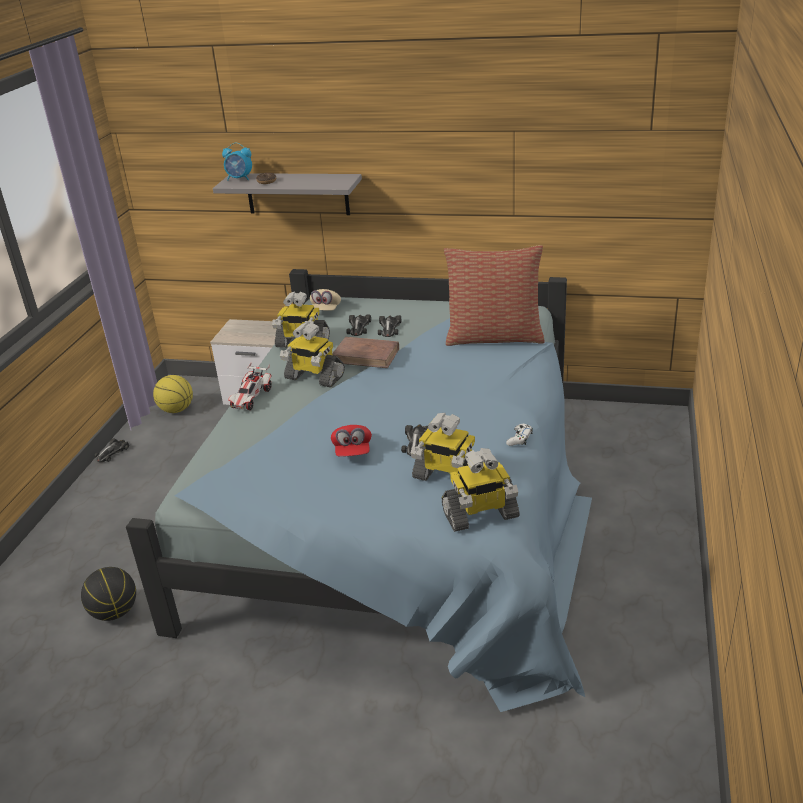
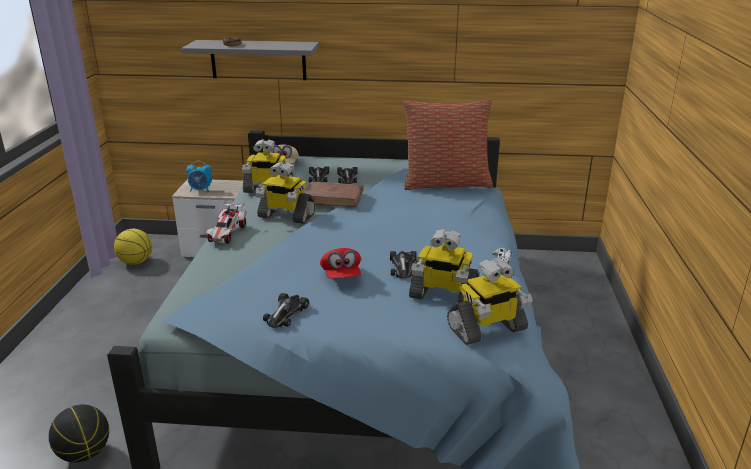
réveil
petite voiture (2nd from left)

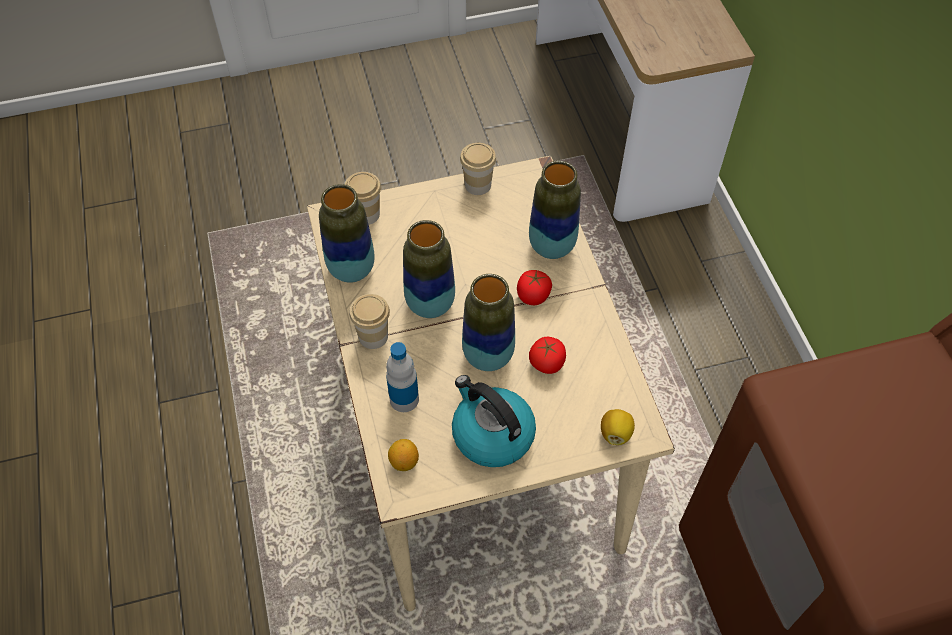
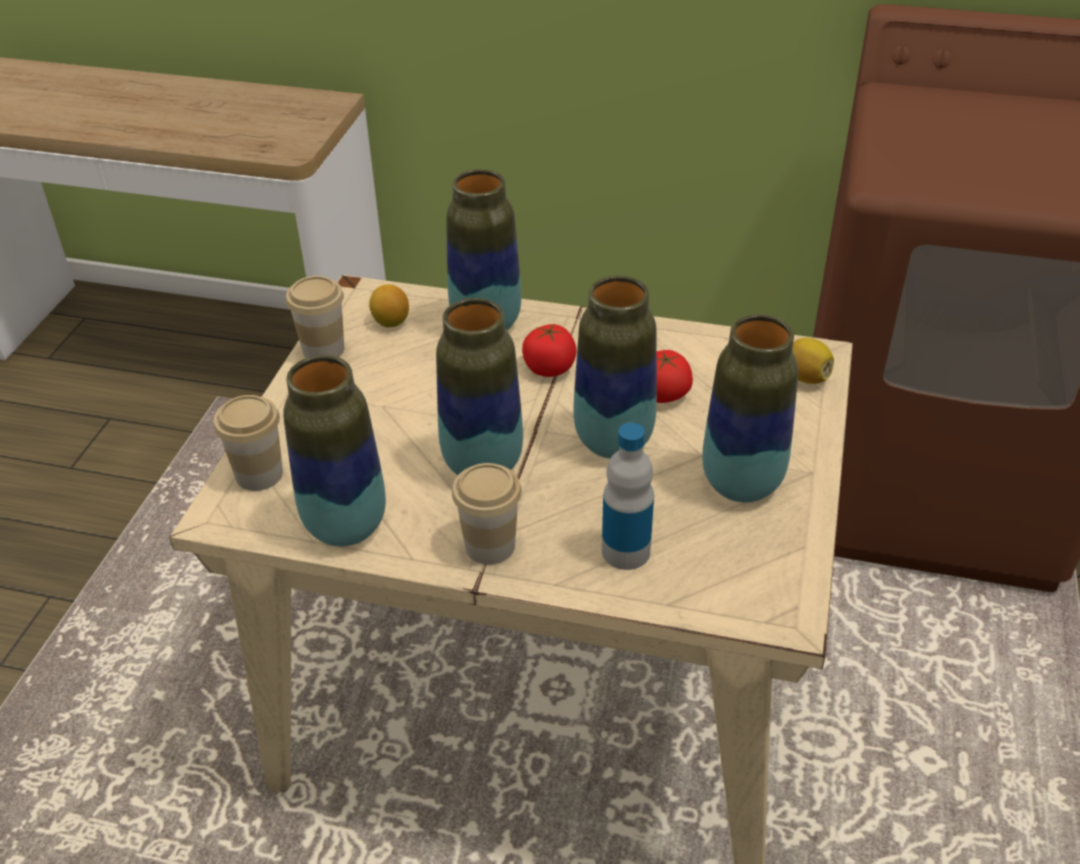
vase (5th from left)
citron (1st from left)

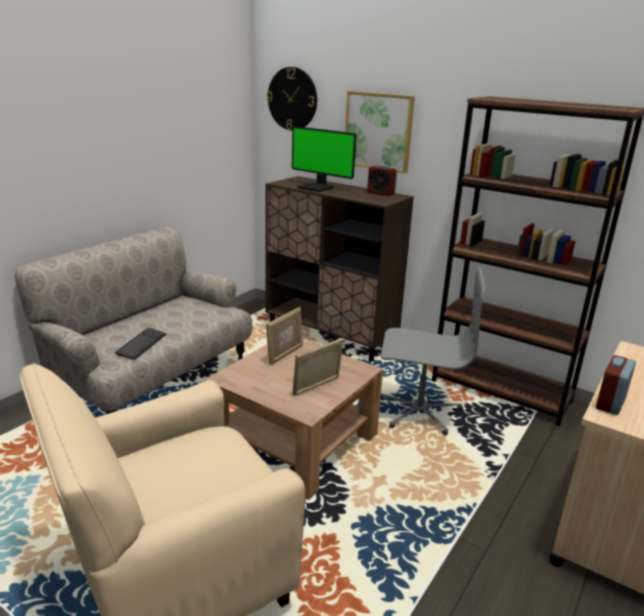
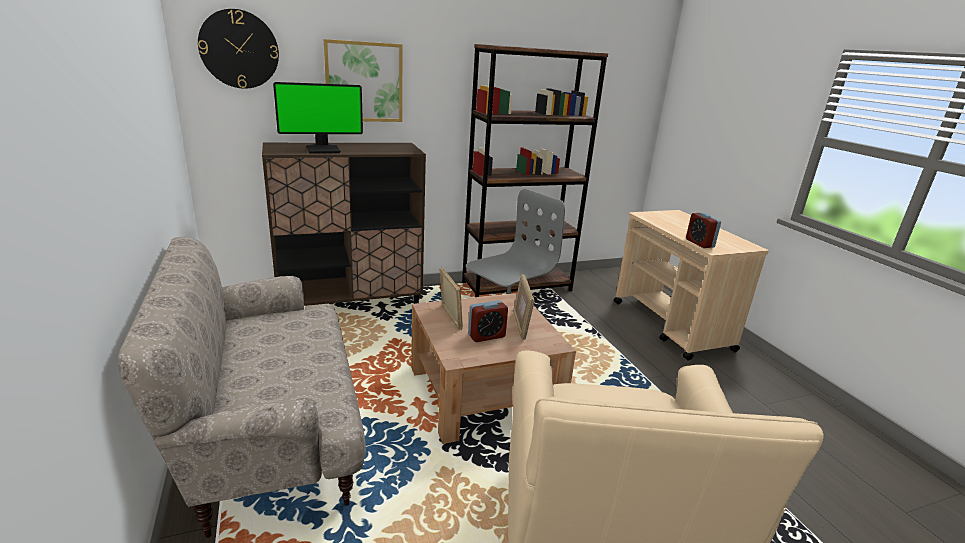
réveil (1st from left)
clavier

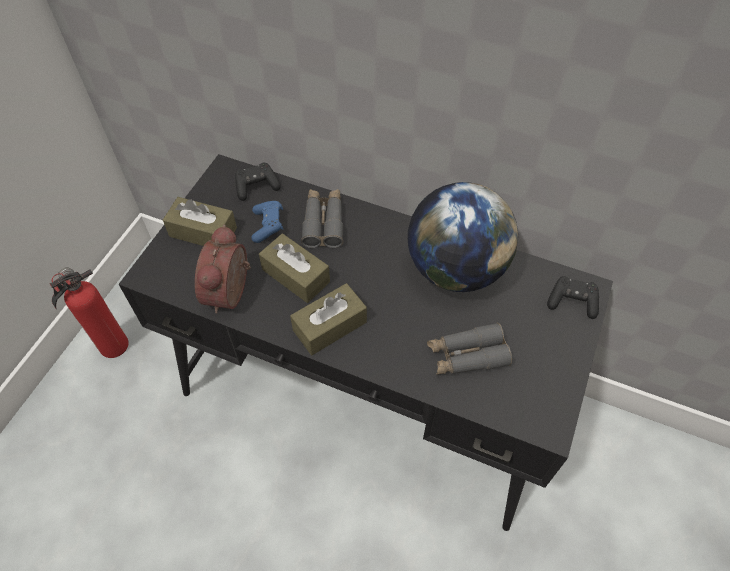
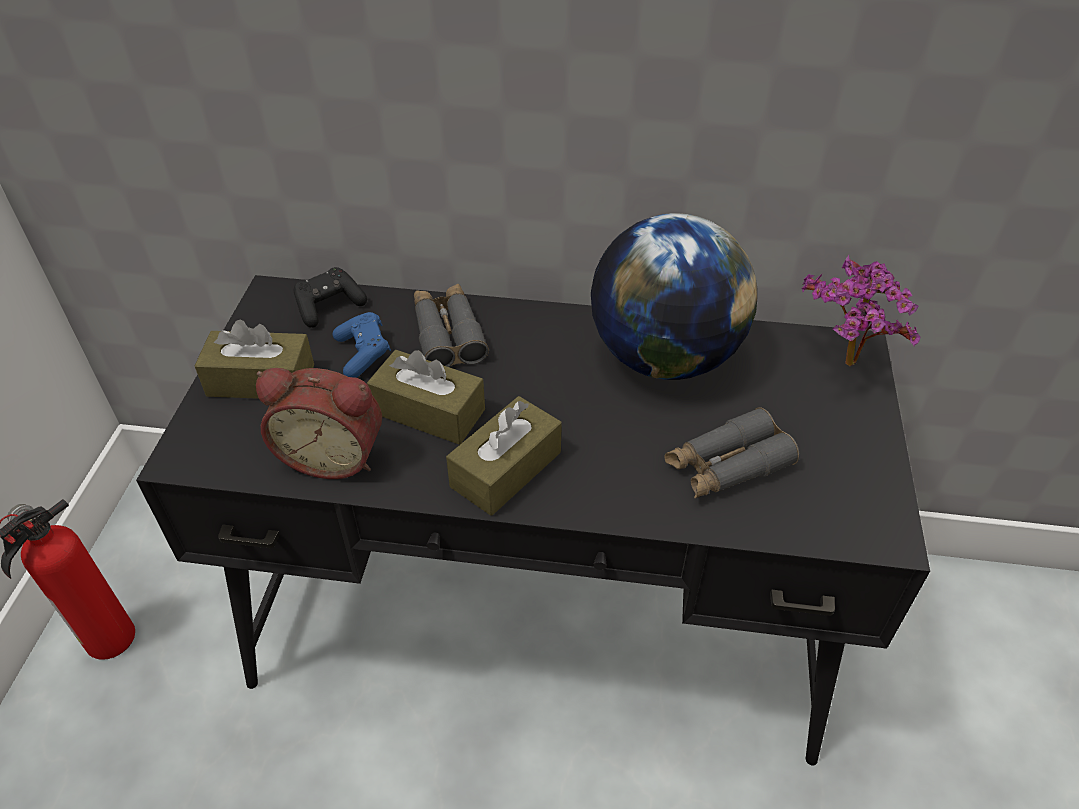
réveil
plante en pot

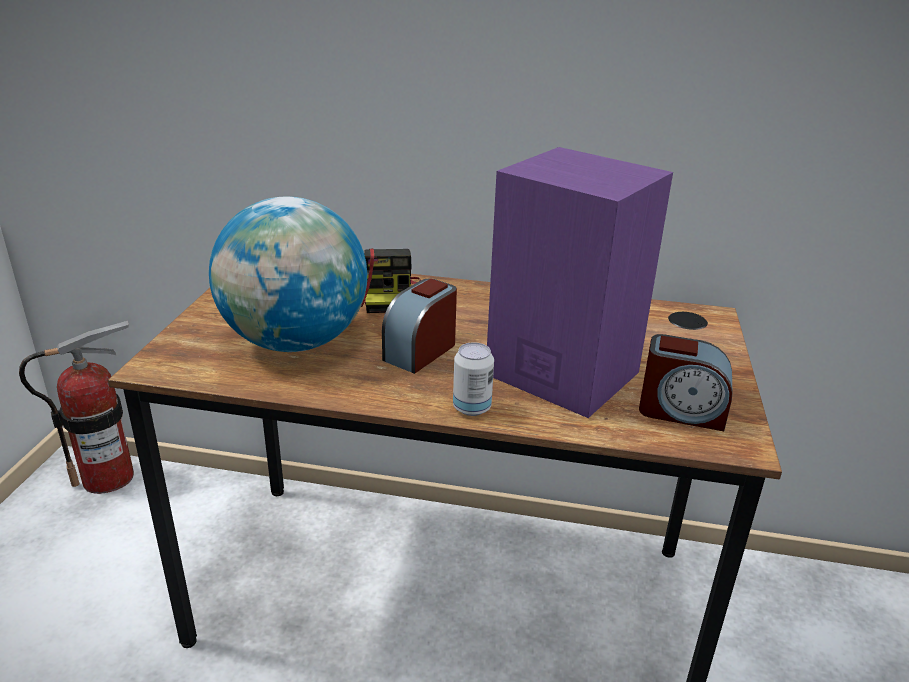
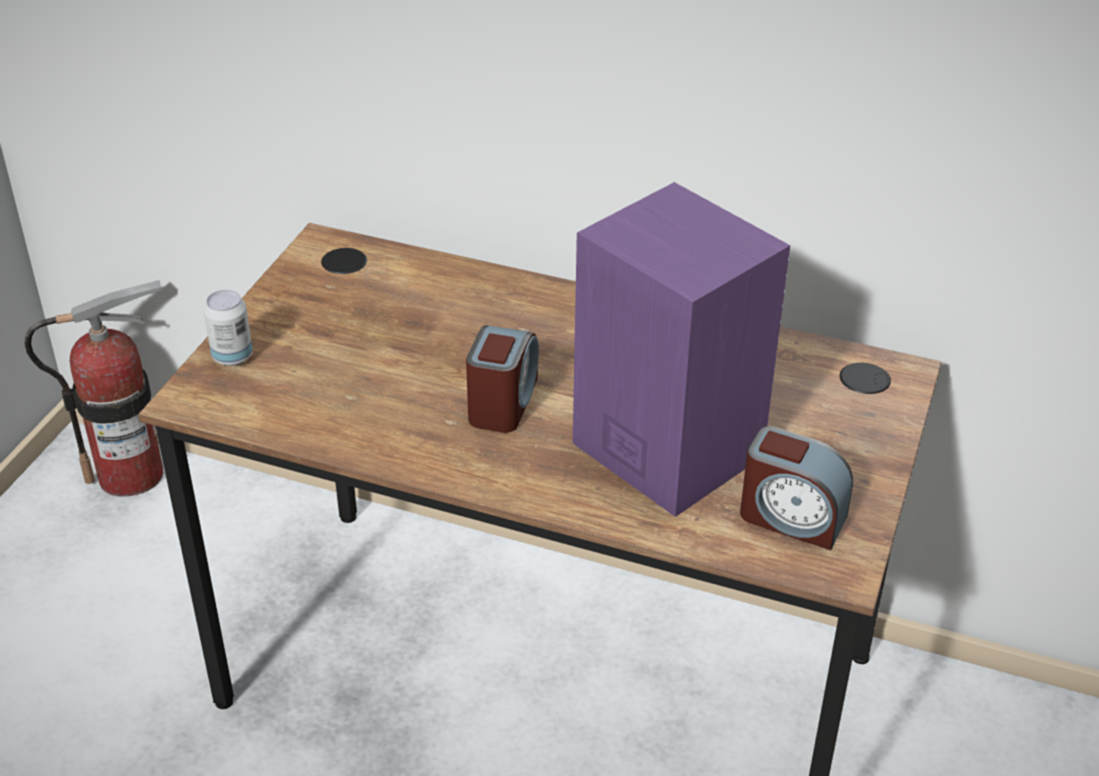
globe
appareil photo
réveil (1st from left)
boîte métallique

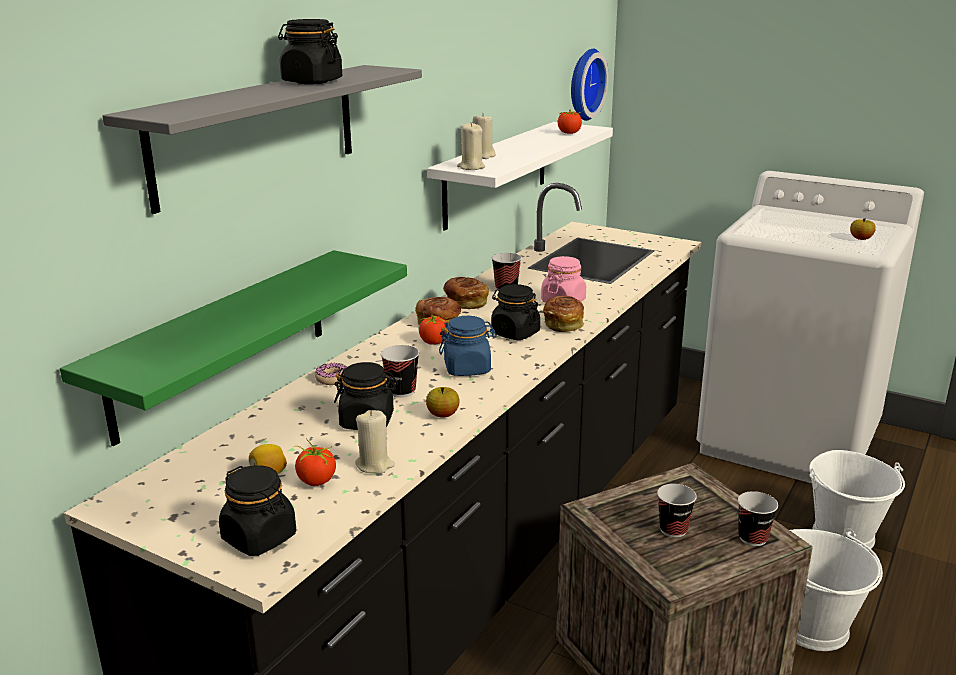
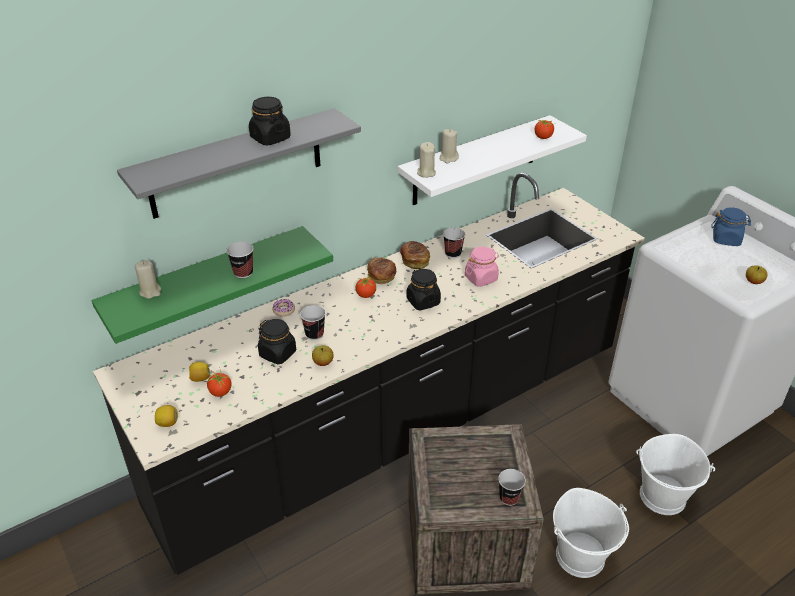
horloge murale
pain (3rd from left in the first image)
bocal (bleu)
bougie (beige) (1st from left)
citron (1st from left)
tasse (1st from left)

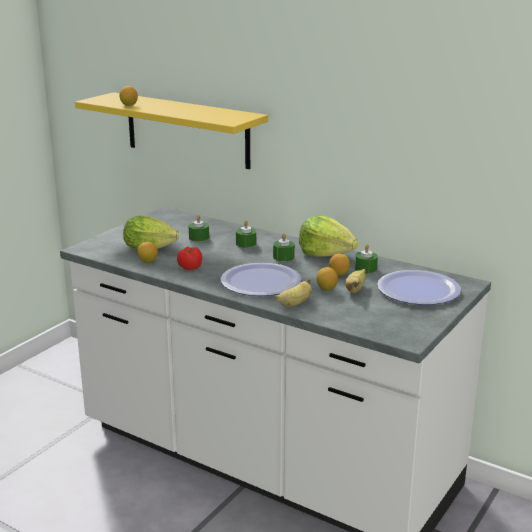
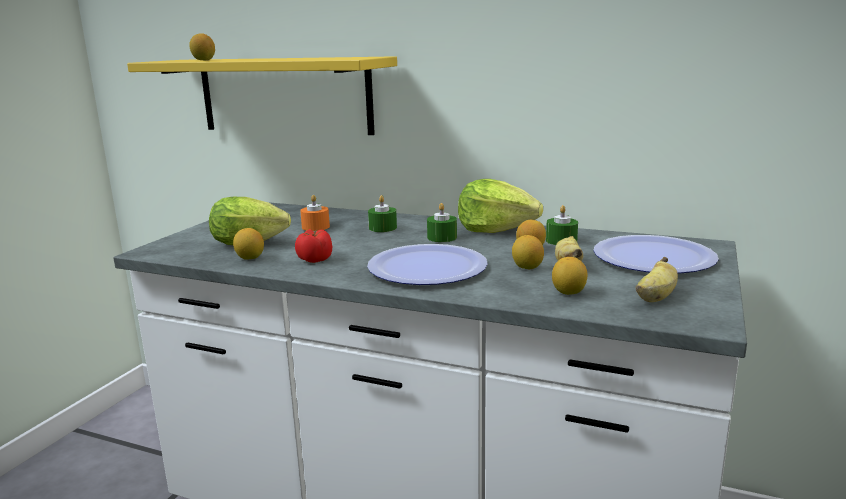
bougie (orange)
banane (2nd from left)
citron (5th from left)

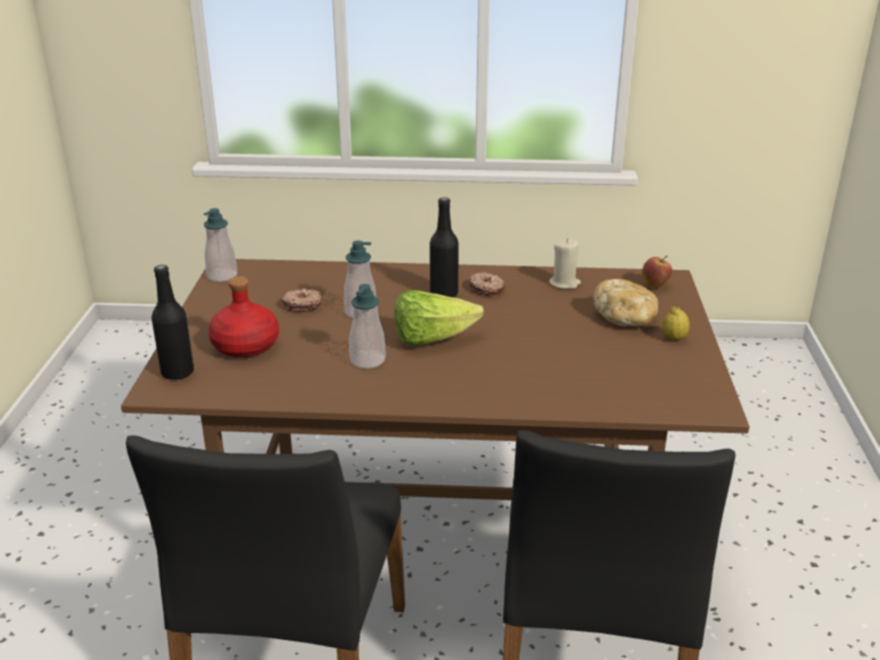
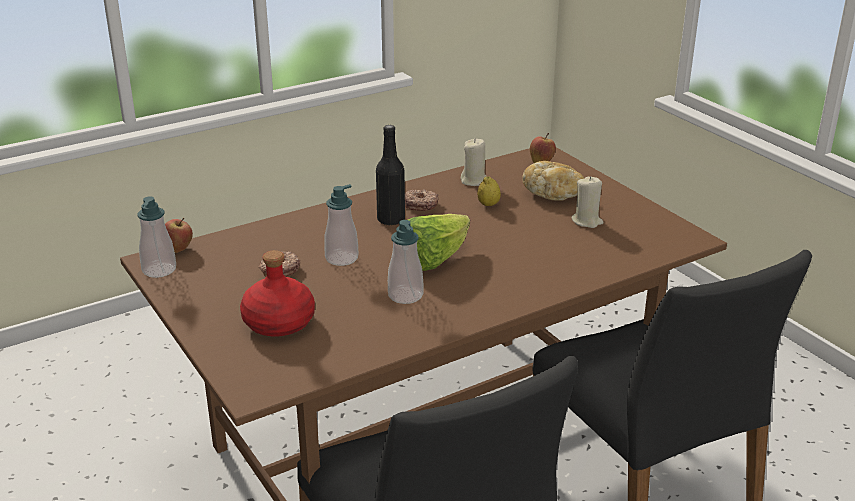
bouteille (noir) (1st from left in the first image)
citron
bougie (beige) (2nd from left)
pomme (1st from left)

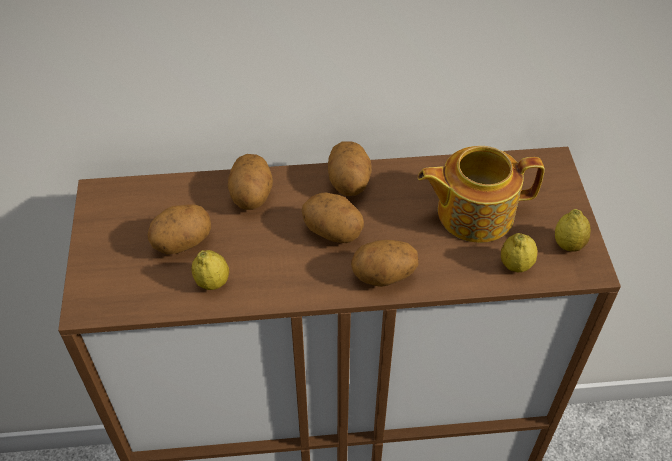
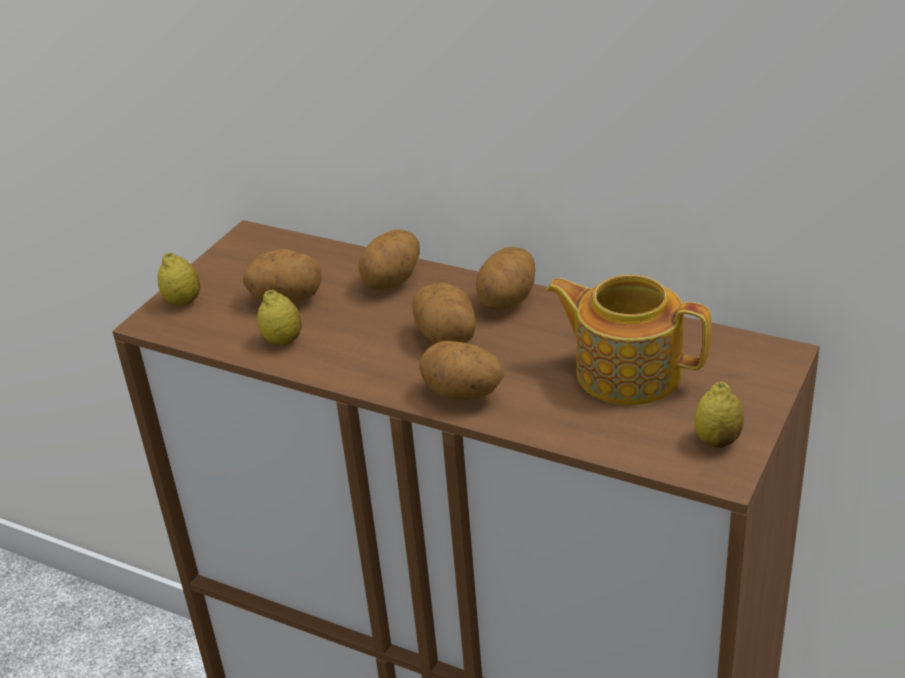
citron (1st from left)

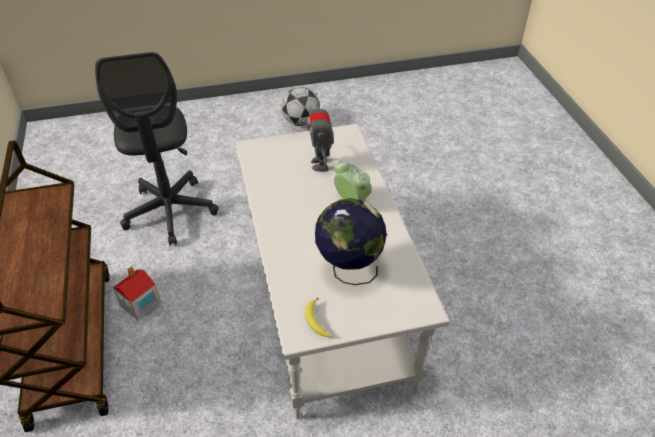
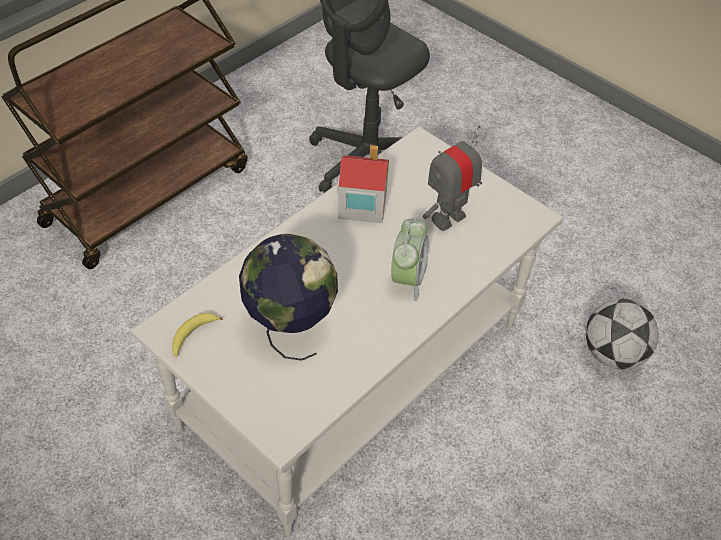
ballon de foot
maison miniature

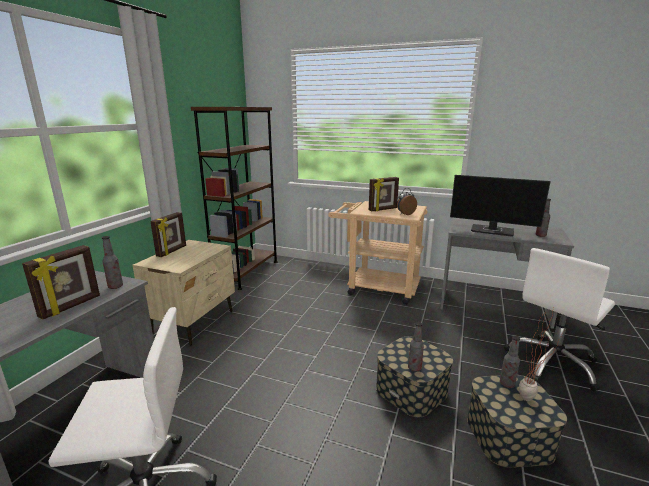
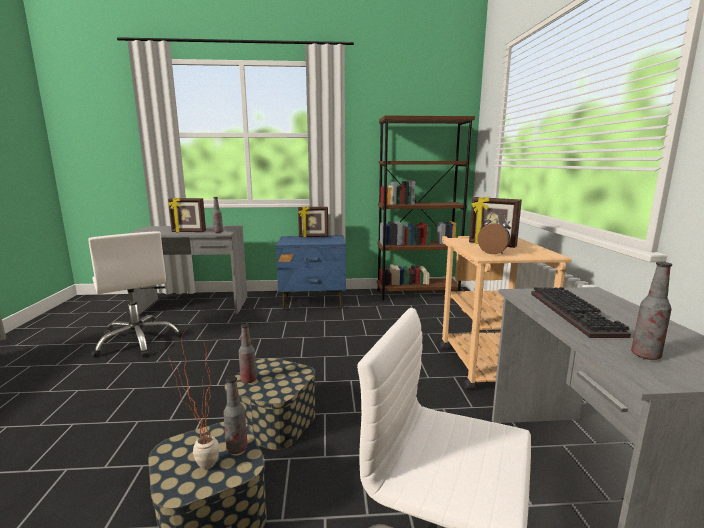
clavier
table de chevet (bleu)

